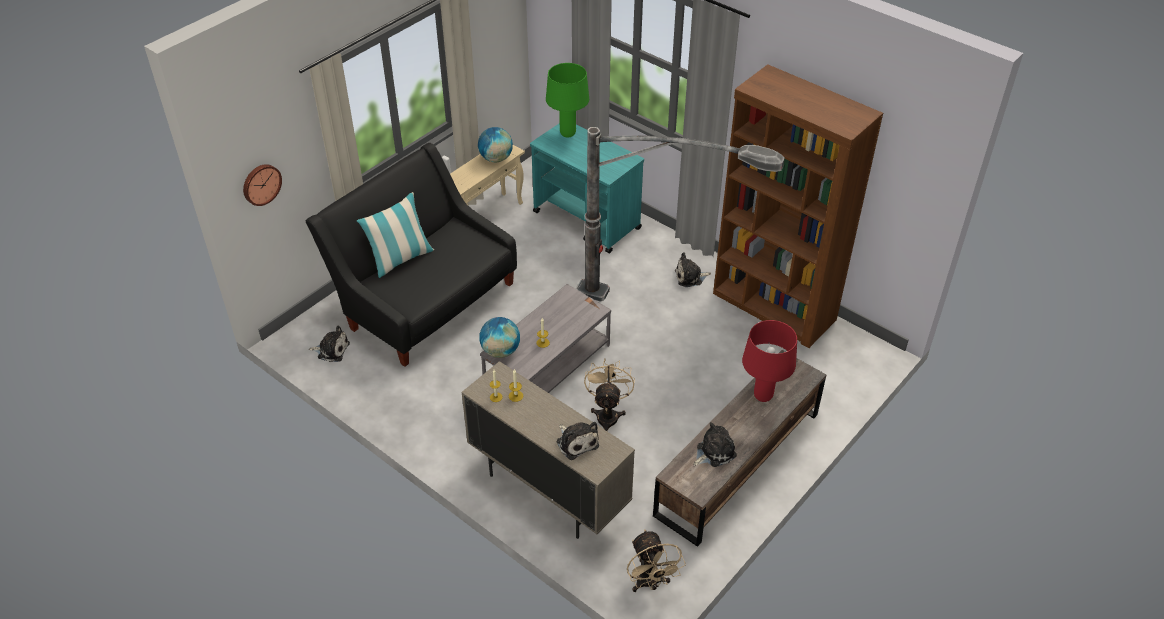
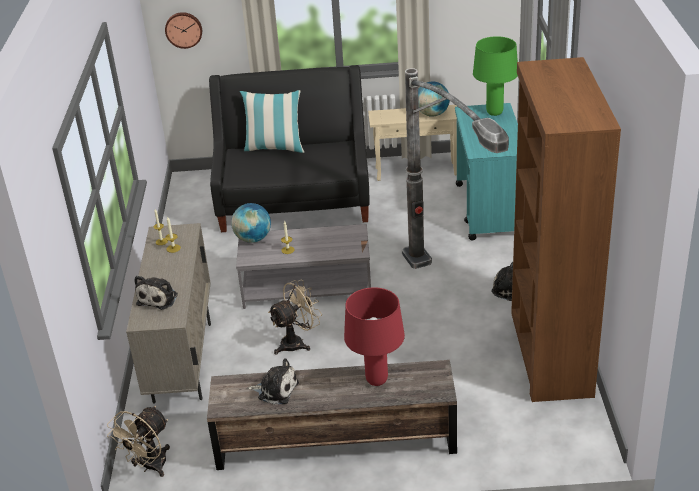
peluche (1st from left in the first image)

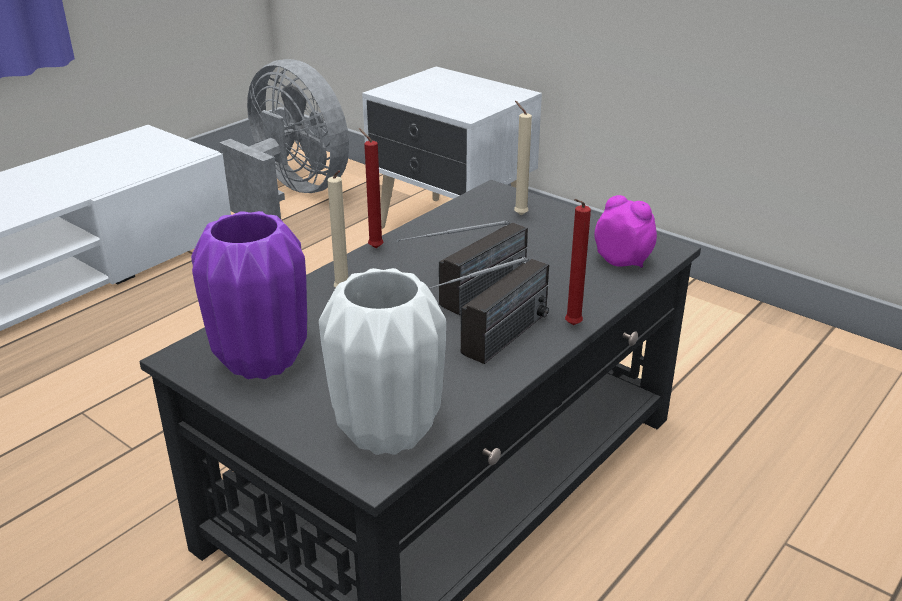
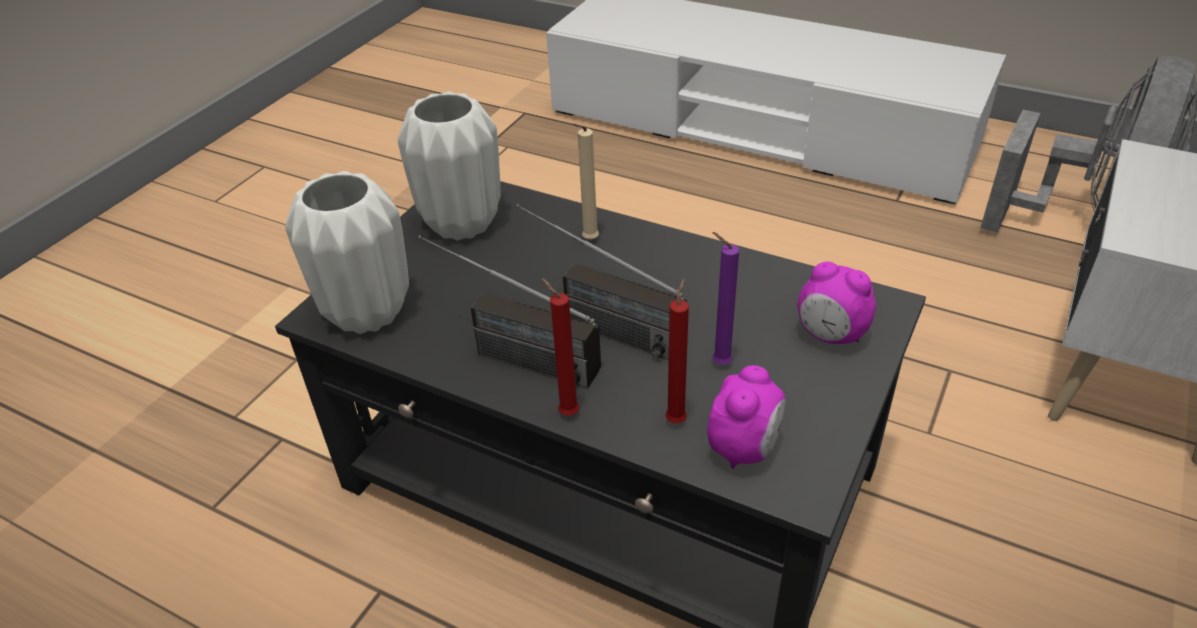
réveil (2nd from left)
bougie (rouge) (2nd from left)
vase (blanc) (2nd from left)
bougie (violet)

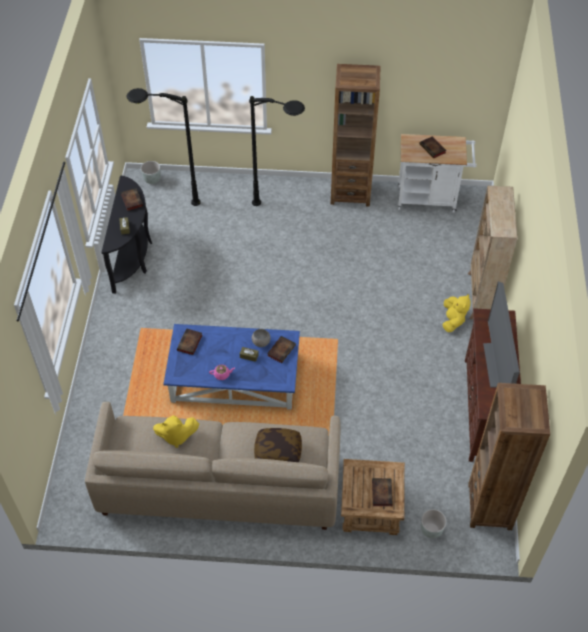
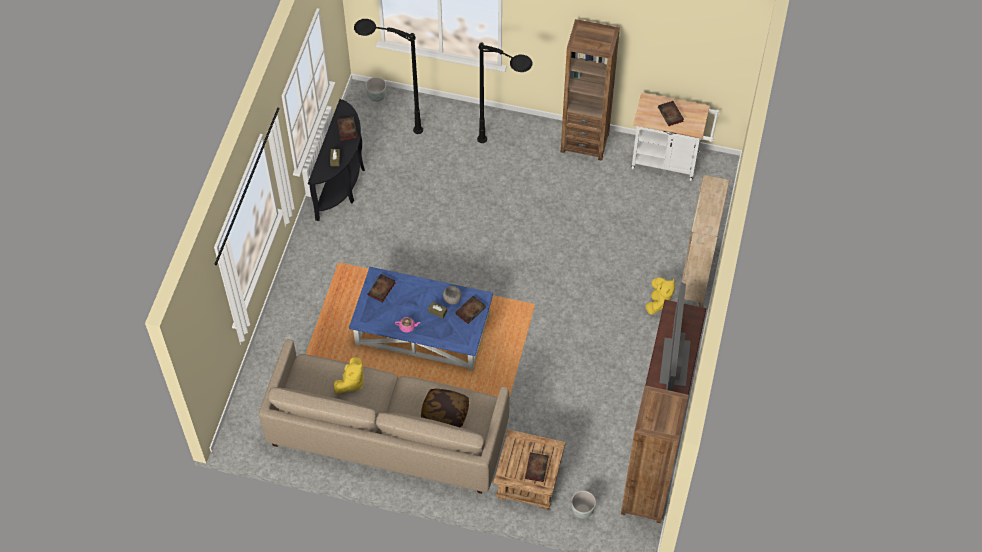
peluche (jaune) (1st from left)

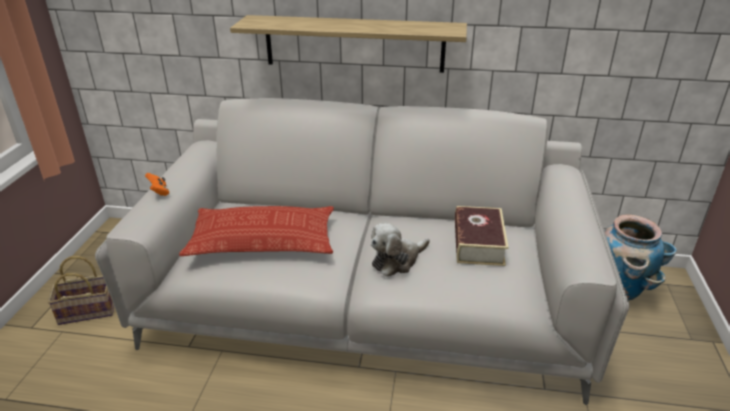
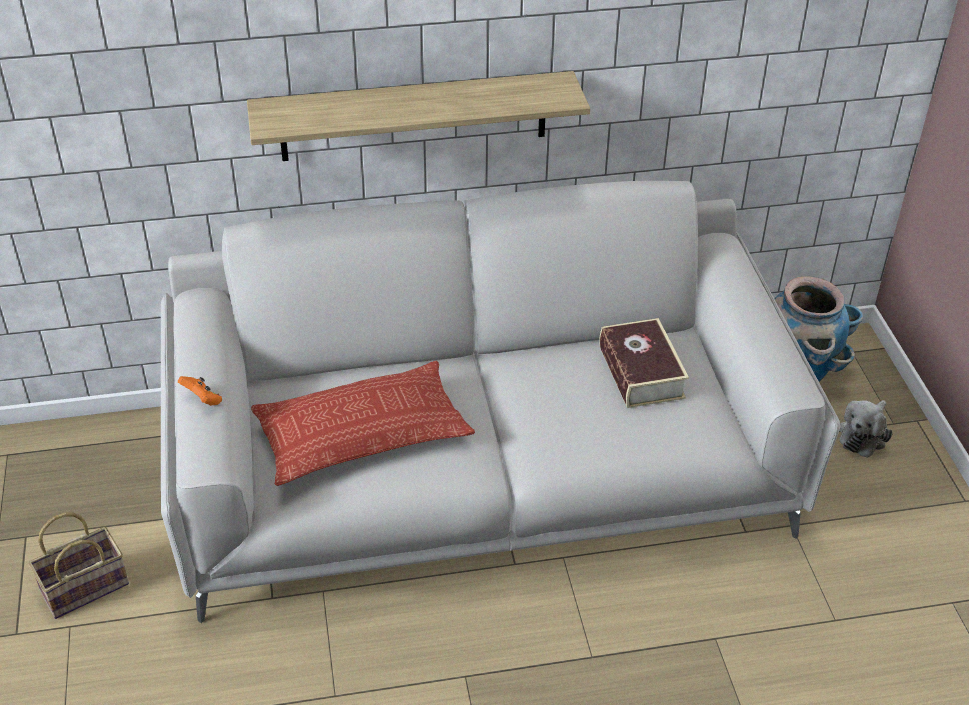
peluche

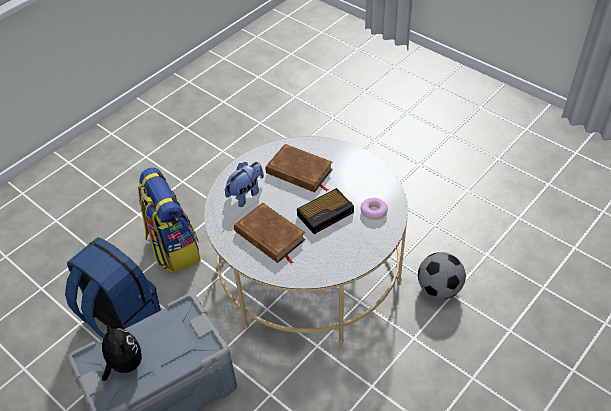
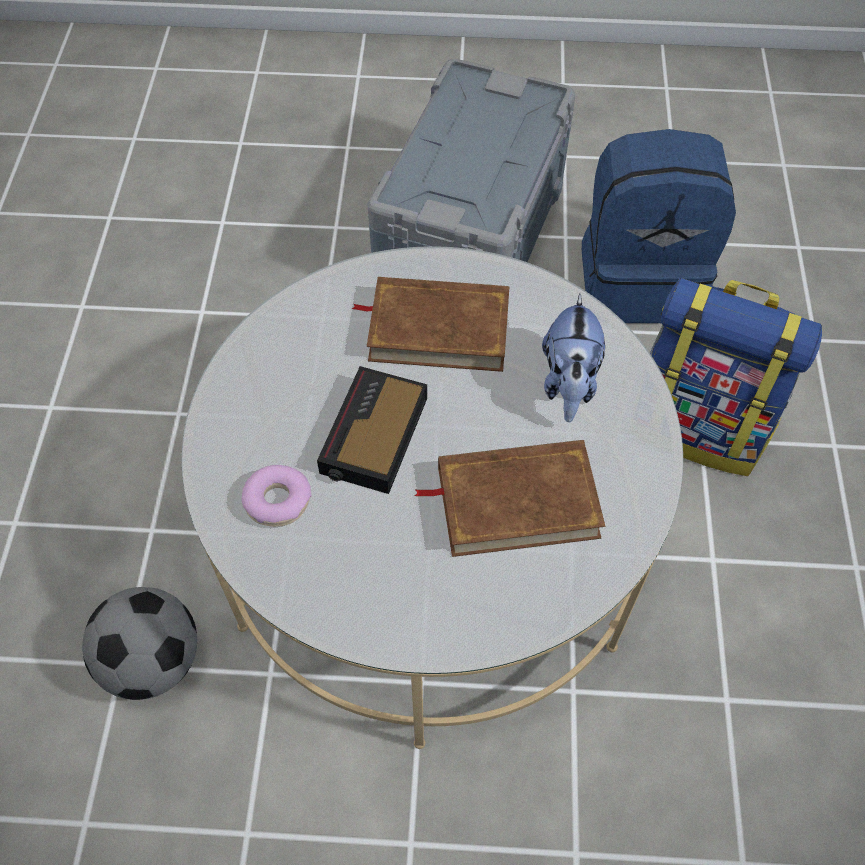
peluche (1st from left in the first image)

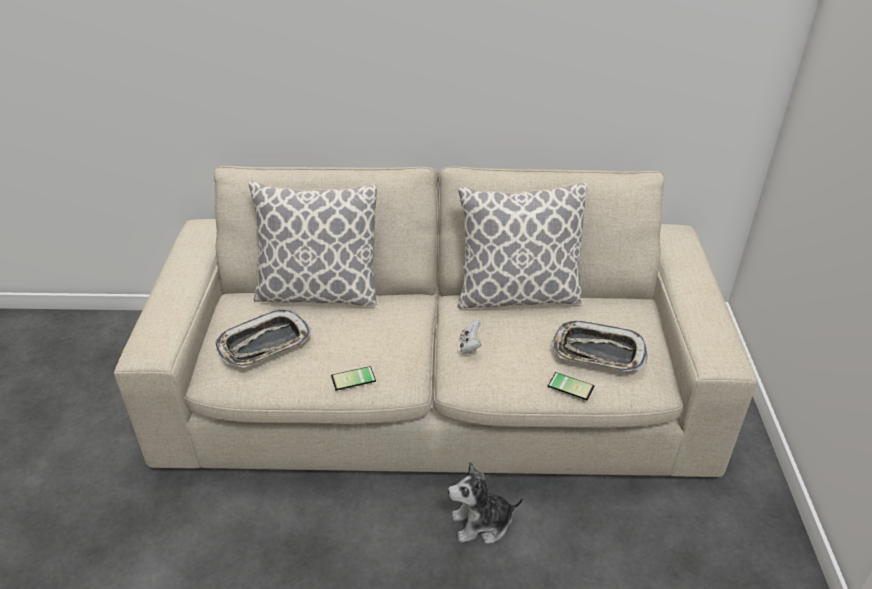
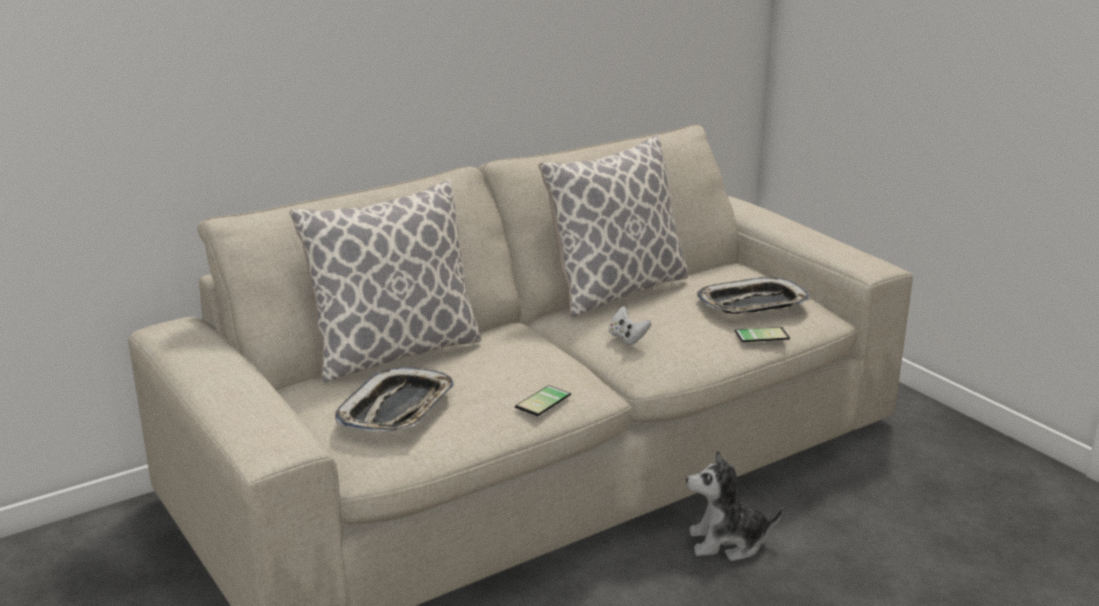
peluche

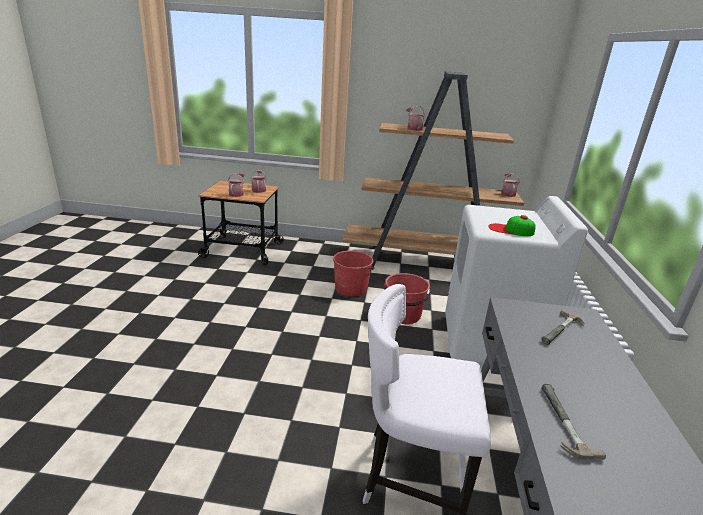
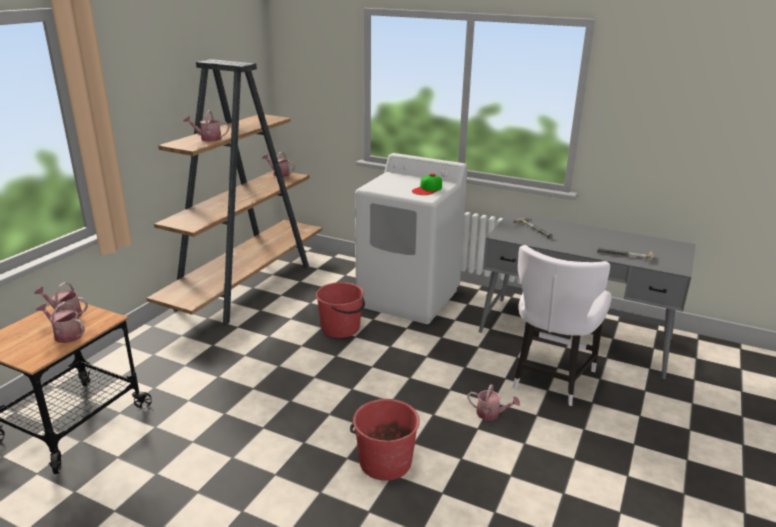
seau (rouge) (2nd from left)
arrosoir (5th from left)

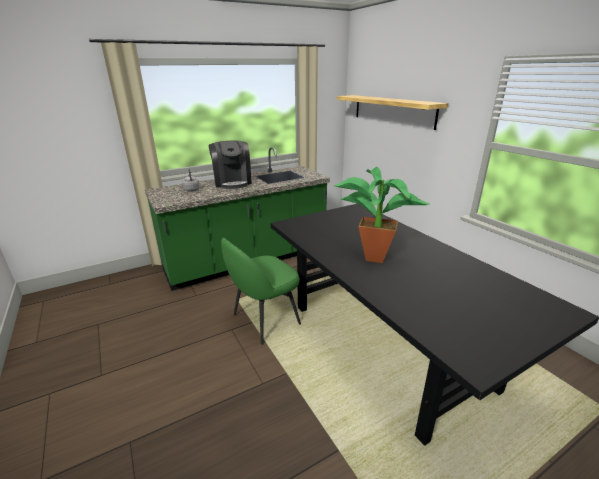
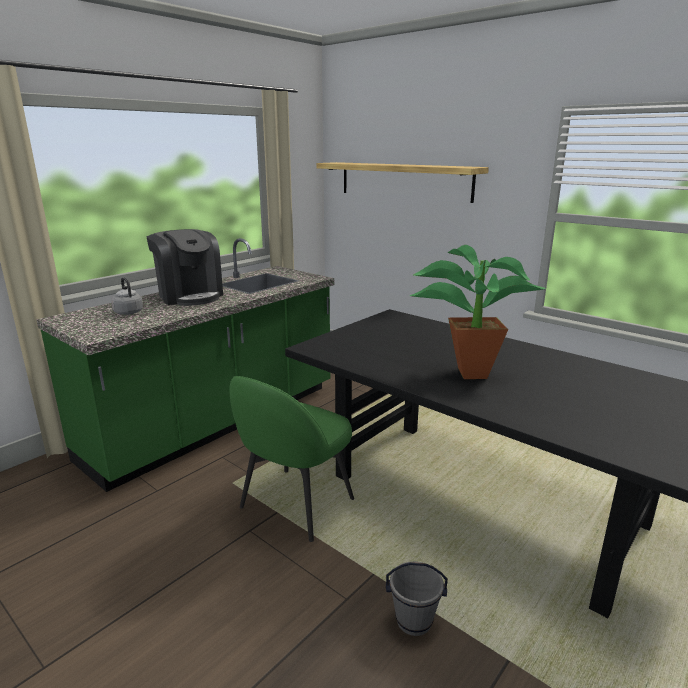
seau (gris)

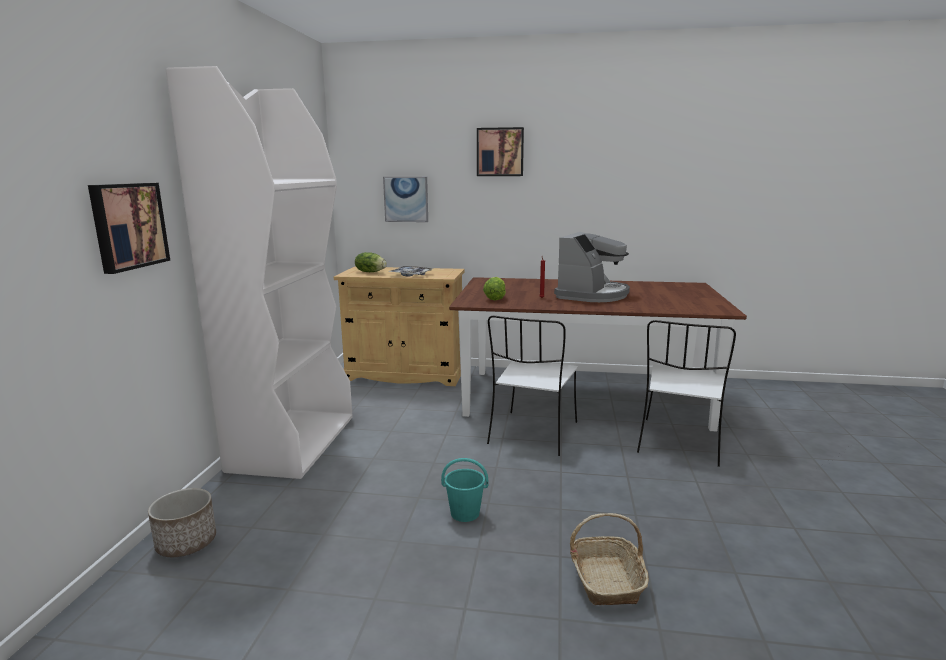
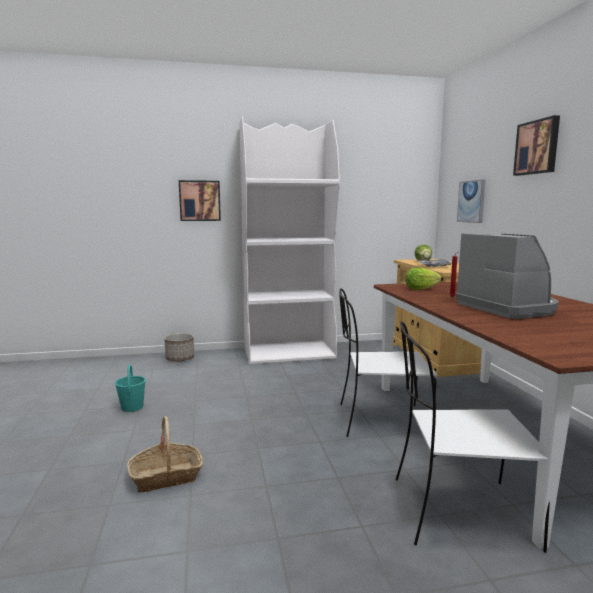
machine à café
seau (turquoise)

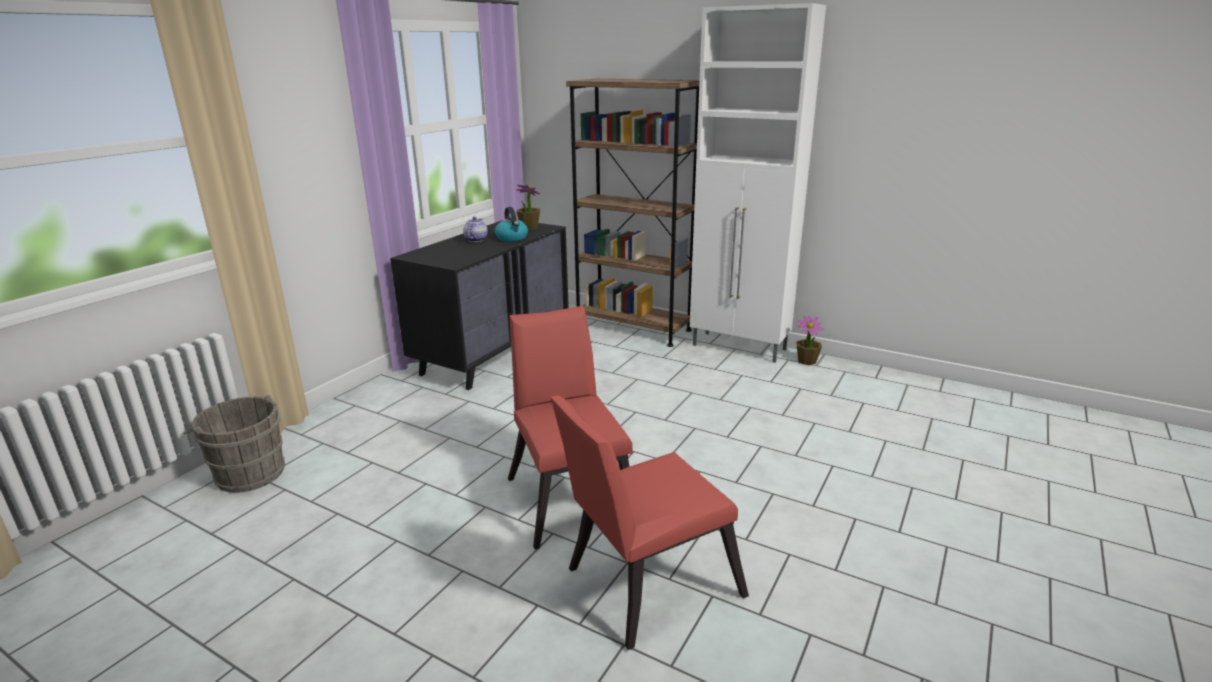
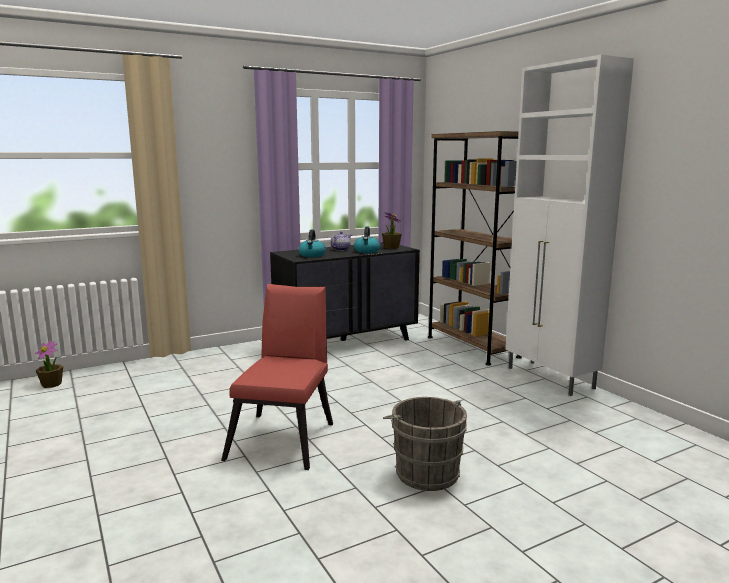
plante en pot (1st from left)
seau (gris)
chaise (rouge) (2nd from left in the first image)
bouilloire (1st from left)

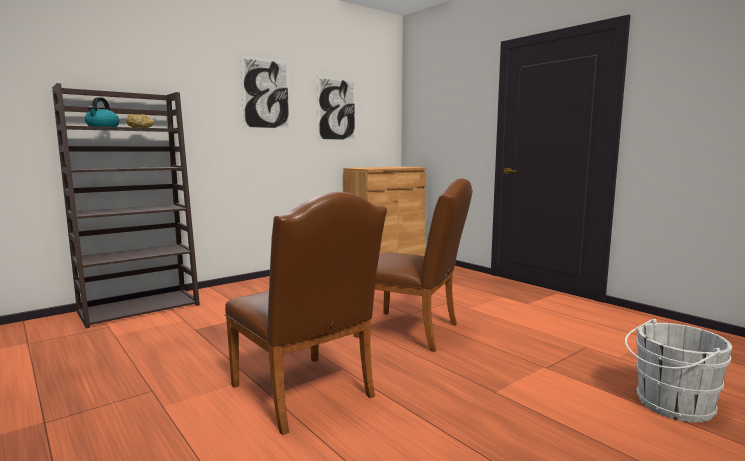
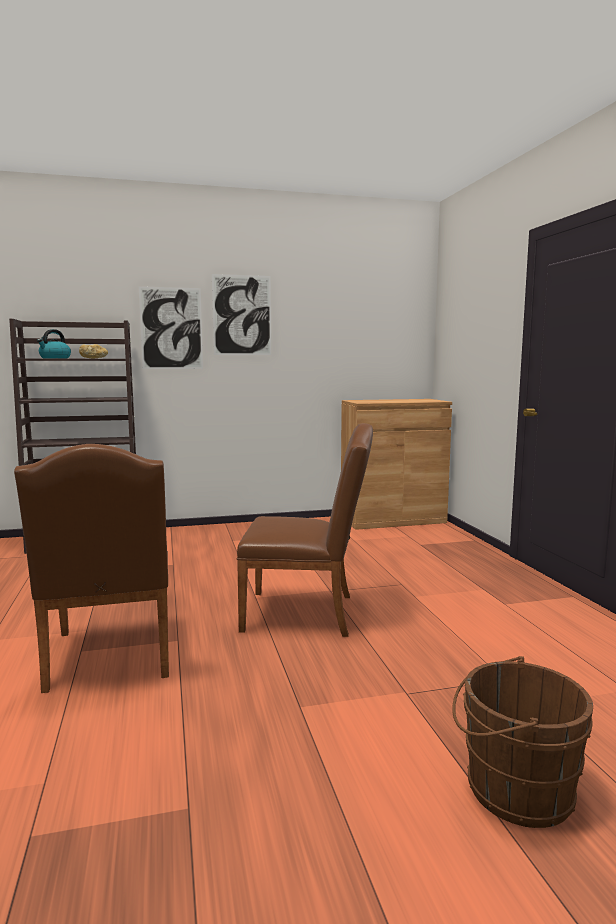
tableau (1st from left)
chaise (marron) (2nd from left)
seau (marron)

